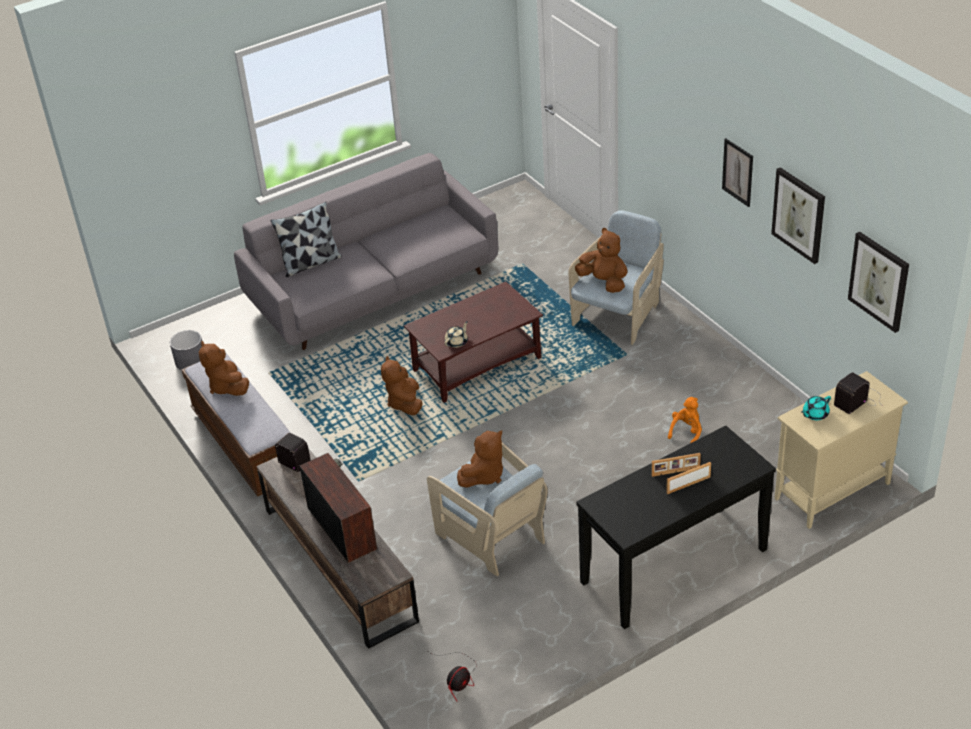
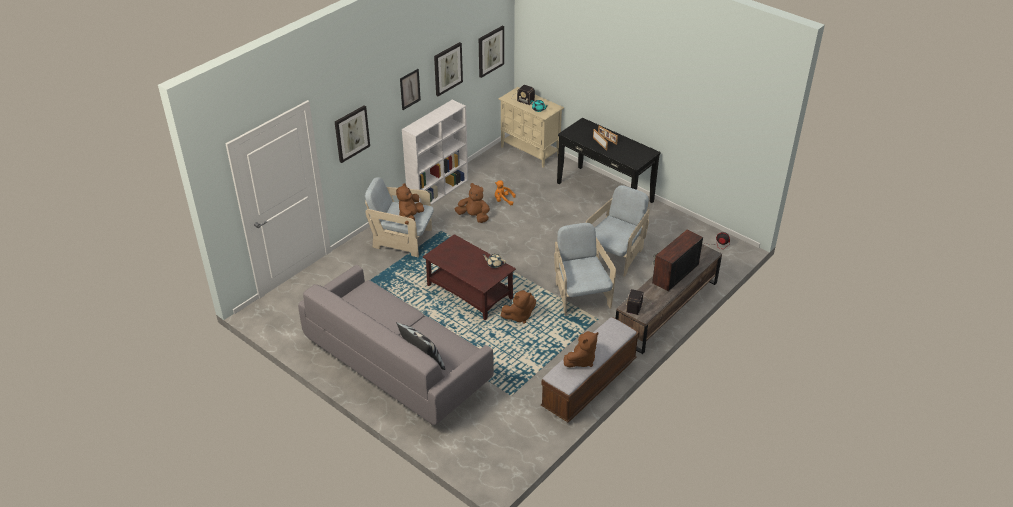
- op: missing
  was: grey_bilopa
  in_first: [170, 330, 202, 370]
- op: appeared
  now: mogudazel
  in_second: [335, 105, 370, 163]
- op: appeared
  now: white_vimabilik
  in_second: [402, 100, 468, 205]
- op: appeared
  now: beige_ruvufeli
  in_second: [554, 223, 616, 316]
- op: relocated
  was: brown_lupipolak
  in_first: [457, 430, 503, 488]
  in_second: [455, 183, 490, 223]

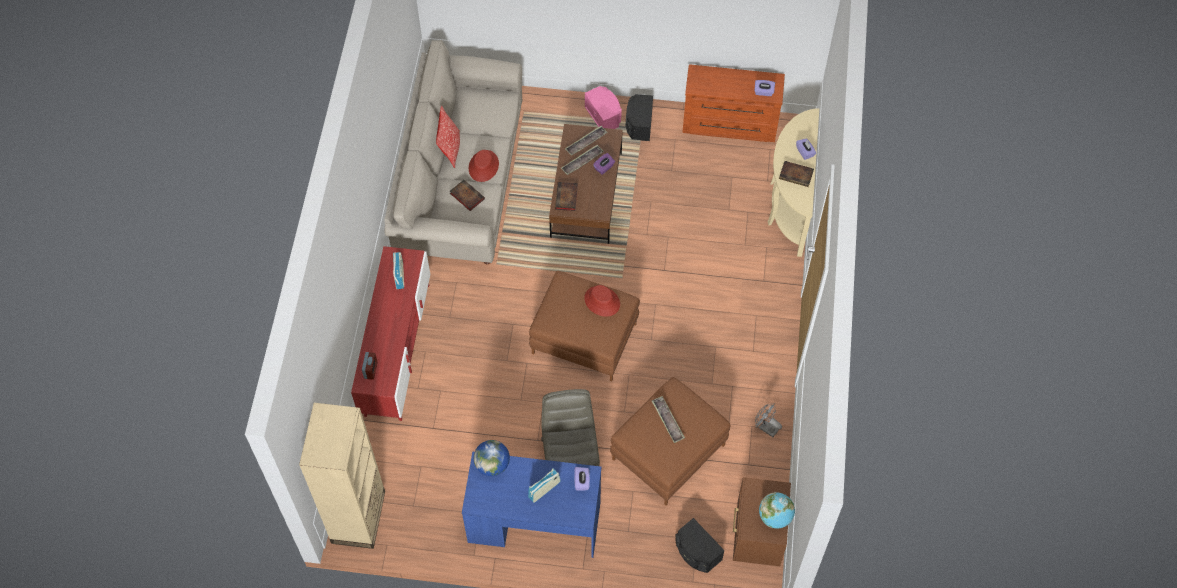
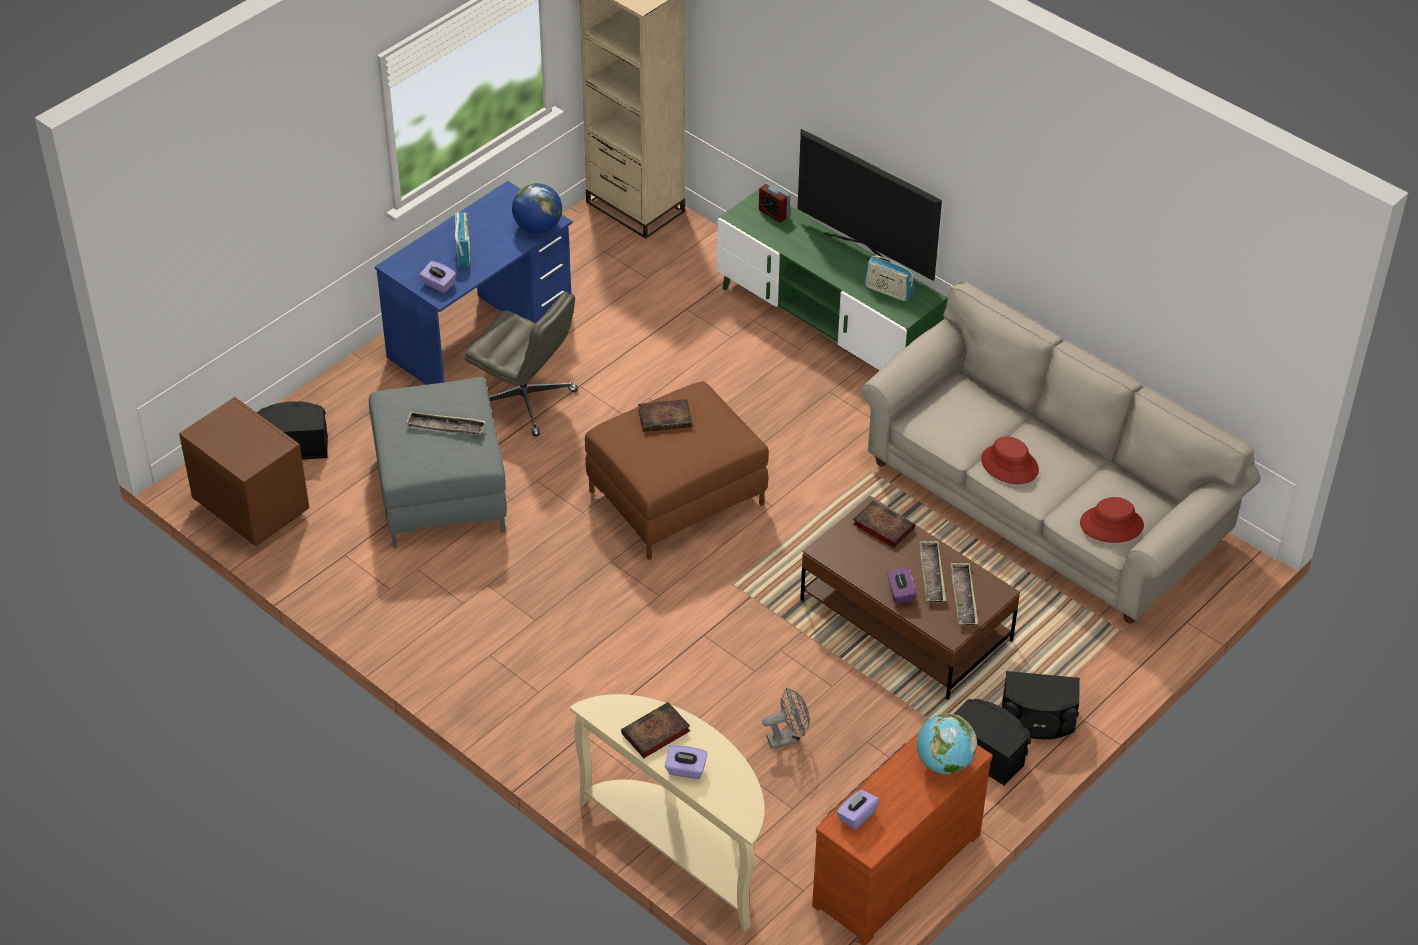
- op: missing
  was: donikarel
  in_first: [436, 106, 460, 168]
- op: appeared
  now: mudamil
  in_second: [797, 129, 942, 281]
- op: relocated
  was: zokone
  in_first: [450, 180, 485, 211]
  in_second: [638, 399, 692, 432]
- op: relocated
  was: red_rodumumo
  in_first: [584, 285, 620, 316]
  in_second: [1080, 497, 1144, 543]
- op: relocated
  was: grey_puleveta
  in_first: [755, 403, 782, 437]
  in_second: [763, 687, 810, 749]
- op: relocated
  was: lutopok
  in_first: [759, 492, 795, 529]
  in_second: [917, 713, 977, 775]
- op: colour
  was: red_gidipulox
  now: green_gidipulox
  in_first: [351, 246, 430, 421]
  in_second: [717, 189, 948, 370]
- op: colour
  was: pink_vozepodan
  now: black_vozepodan
  in_first: [585, 86, 622, 129]
  in_second: [1002, 671, 1080, 739]
- op: colour
  was: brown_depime
  now: grey_depime
  in_first: [610, 377, 731, 506]
  in_second: [369, 377, 507, 548]

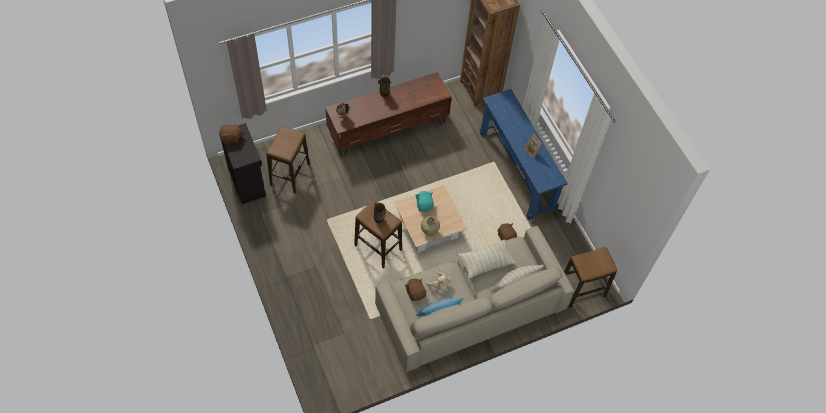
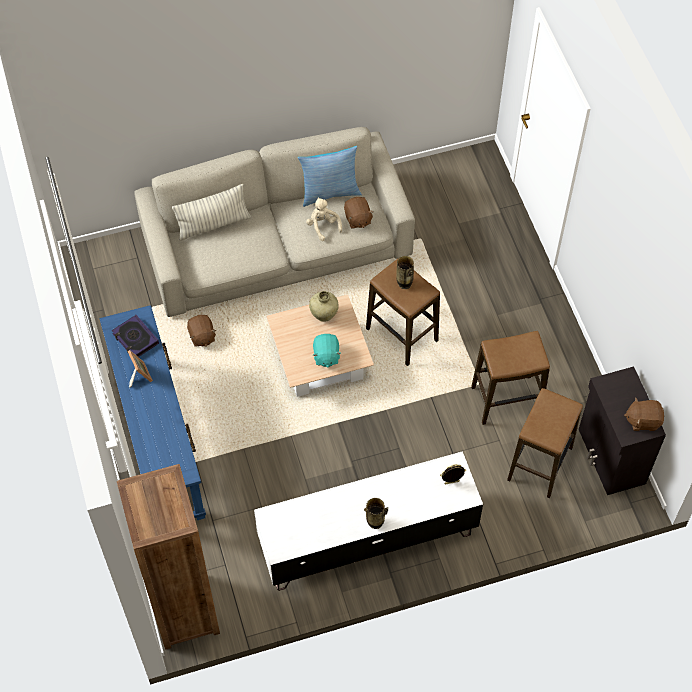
- op: missing
  was: donikarel
  in_first: [457, 239, 516, 279]
- op: appeared
  now: zokone
  in_second: [112, 315, 159, 357]
- op: relocated
  was: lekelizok
  in_first: [564, 247, 617, 308]
  in_second: [471, 331, 550, 425]
- op: colour
  was: brown_gidipulox
  now: white_gidipulox
  in_first: [325, 72, 452, 157]
  in_second: [254, 451, 483, 591]

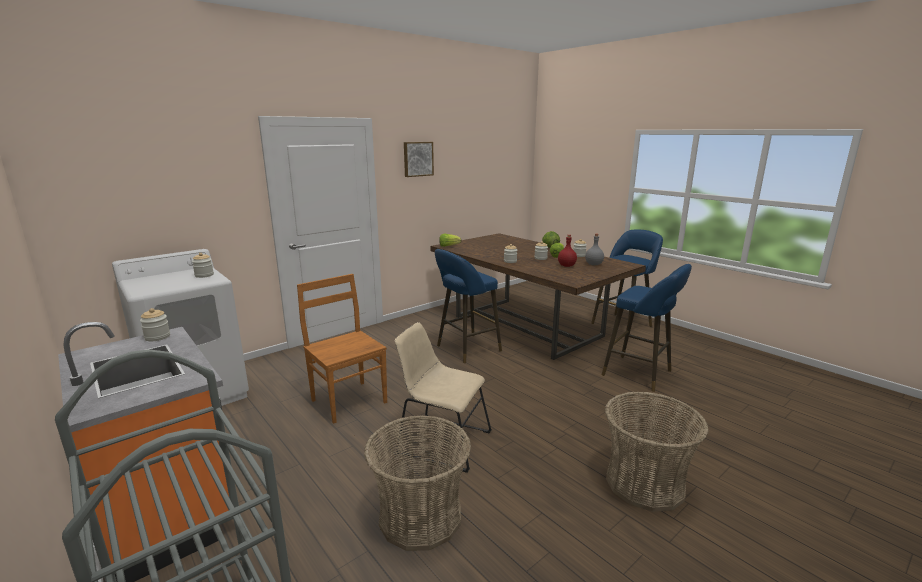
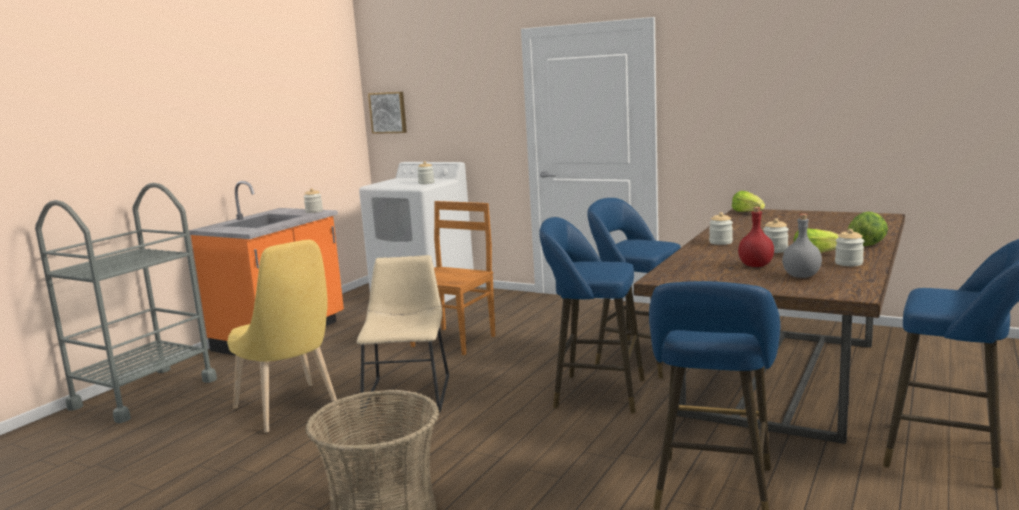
- op: appeared
  now: blue_lekelizok
  in_second: [539, 217, 645, 414]
- op: relocated
  was: mogudazel
  in_first: [404, 142, 434, 177]
  in_second: [368, 92, 407, 134]
- op: exchanged
  was: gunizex
  now: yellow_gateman
  in_first: [364, 415, 471, 551]
  in_second: [227, 240, 339, 433]

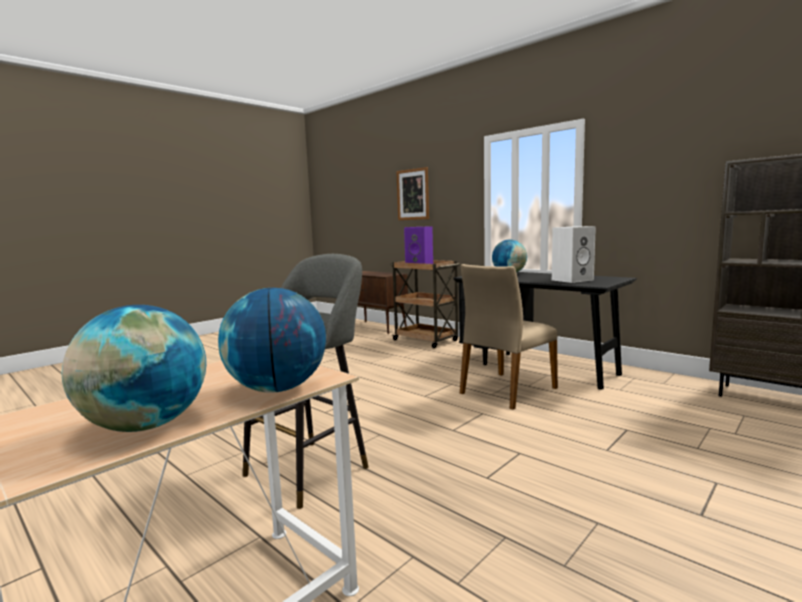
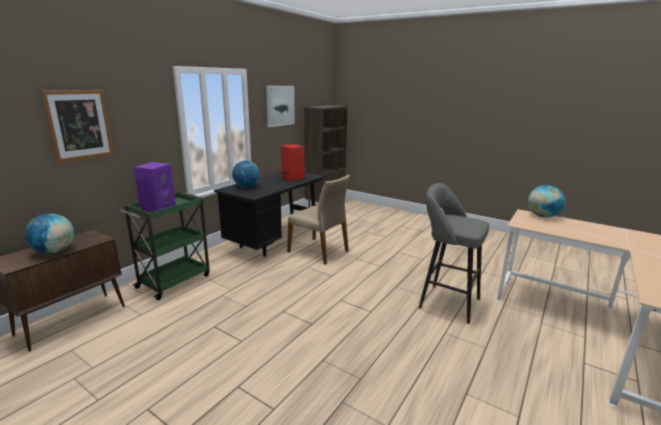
- op: appeared
  now: mogudazel
  in_second: [266, 86, 295, 127]
- op: relocated
  was: lutopok
  in_first: [61, 305, 206, 432]
  in_second: [25, 213, 74, 254]
- op: colour
  was: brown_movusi
  now: green_movusi
  in_first: [390, 260, 460, 348]
  in_second: [120, 192, 210, 300]
- op: colour
  was: white_vozepodan
  now: red_vozepodan
  in_first: [552, 226, 596, 283]
  in_second: [281, 144, 305, 181]

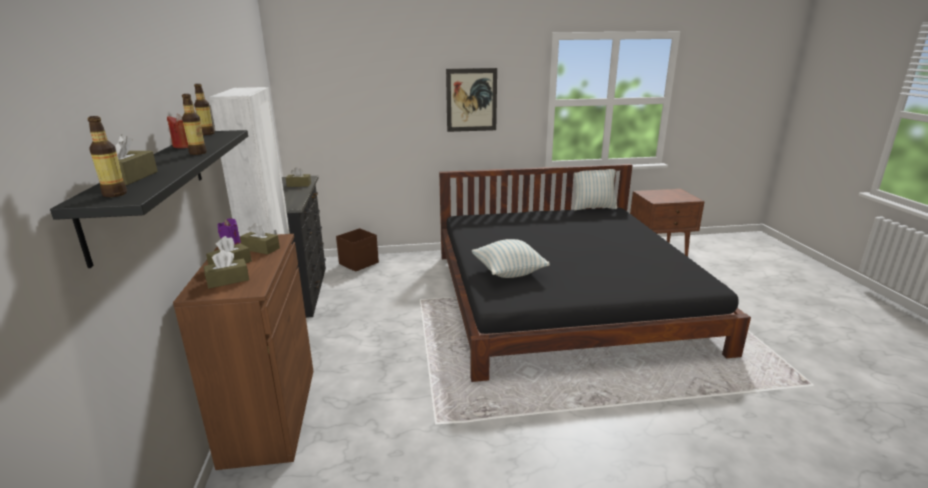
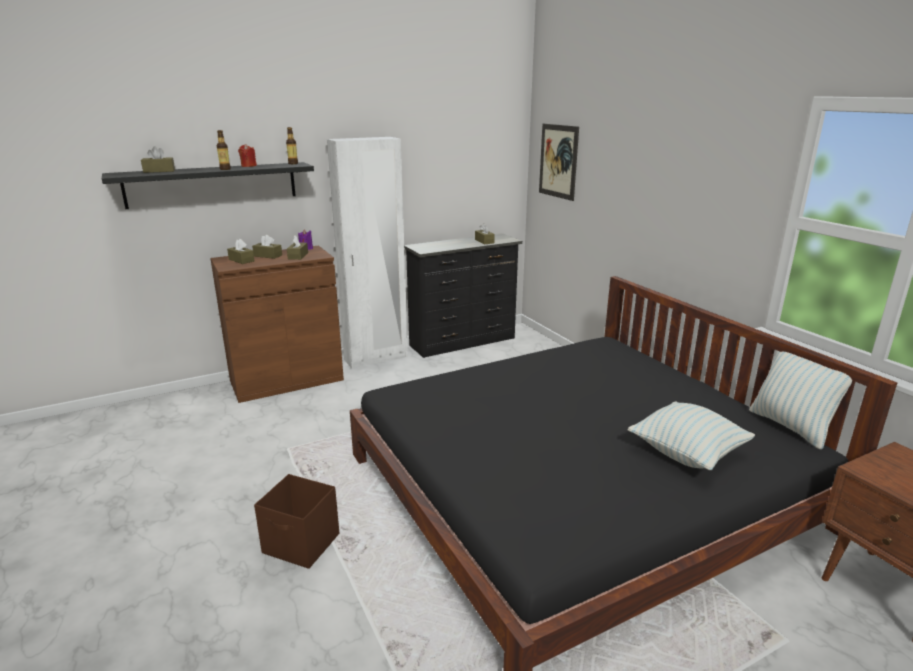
- op: missing
  was: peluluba
  in_first: [87, 116, 127, 197]
- op: relocated
  was: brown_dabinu
  in_first: [336, 228, 379, 272]
  in_second: [254, 474, 339, 569]
- op: relocated
  was: mogudazel
  in_first: [446, 68, 497, 132]
  in_second: [539, 124, 579, 201]
- op: relocated
  was: donikarel
  in_first: [472, 239, 550, 278]
  in_second: [628, 401, 755, 470]

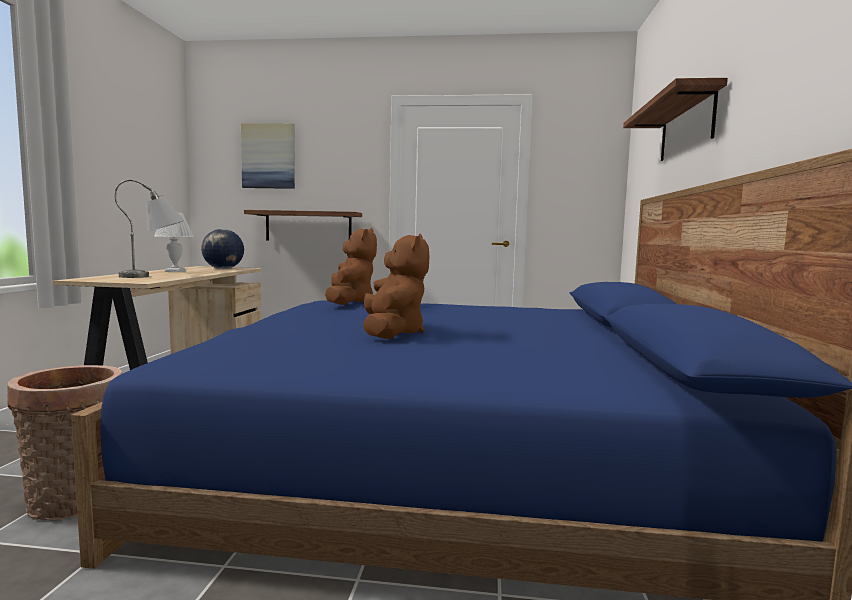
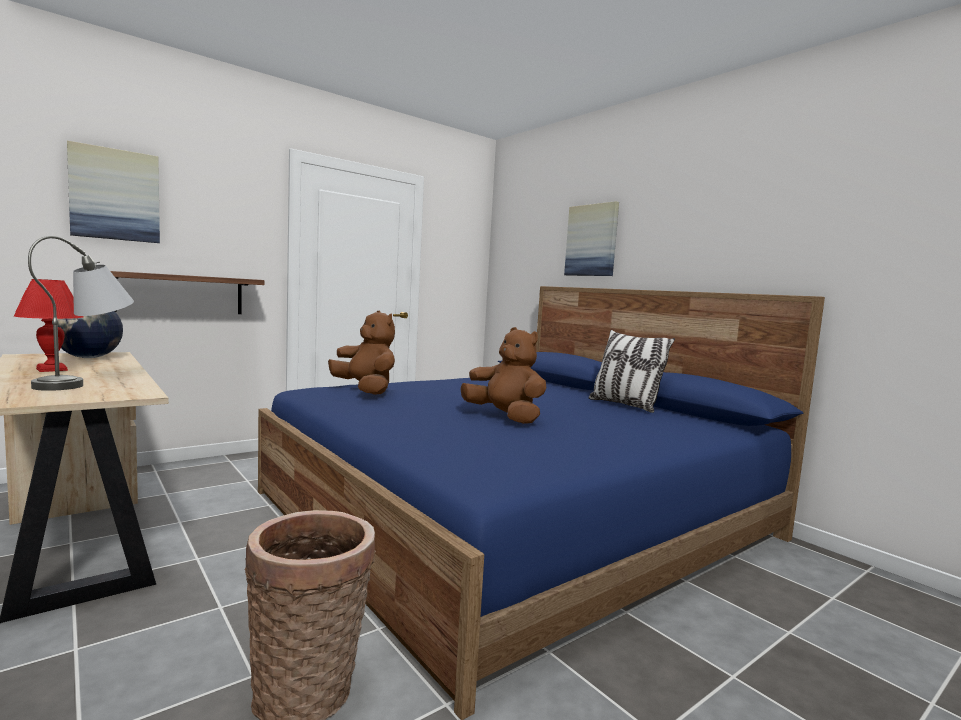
- op: appeared
  now: donikarel
  in_second: [589, 330, 675, 413]
- op: exchanged
  was: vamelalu
  now: mogudazel
  in_first: [623, 78, 728, 161]
  in_second: [564, 201, 619, 276]
- op: colour
  was: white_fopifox
  now: red_fopifox
  in_first: [154, 213, 194, 272]
  in_second: [14, 279, 84, 372]

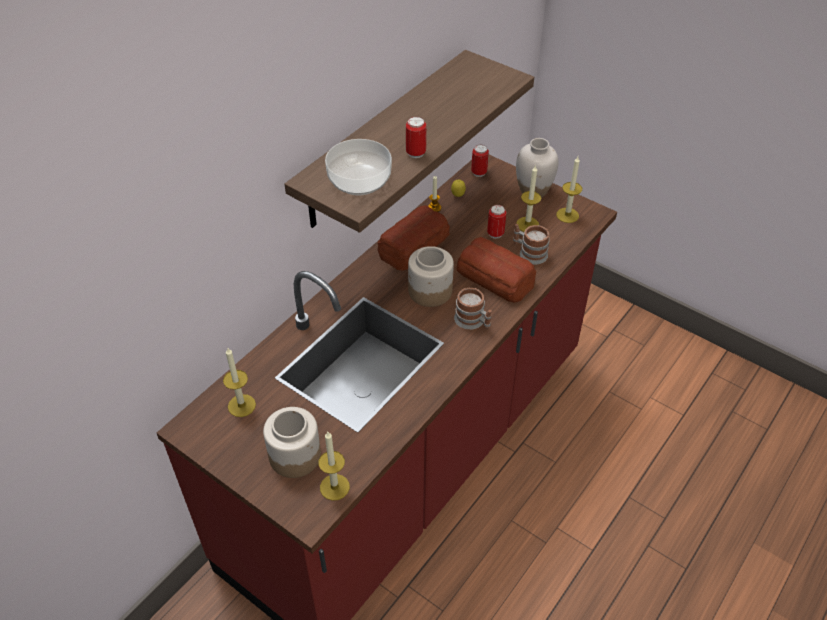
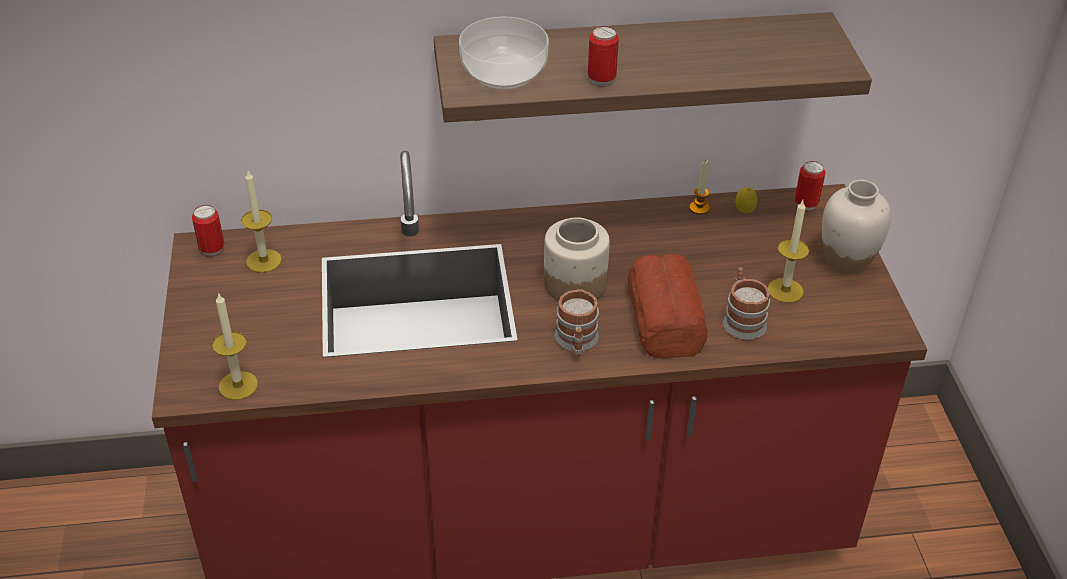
- op: missing
  was: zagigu
  in_first: [263, 407, 321, 478]
- op: missing
  was: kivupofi
  in_first: [378, 206, 450, 271]
- op: missing
  was: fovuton
  in_first: [556, 157, 582, 223]
- op: relocated
  was: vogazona
  in_first: [487, 205, 506, 239]
  in_second: [192, 205, 224, 256]

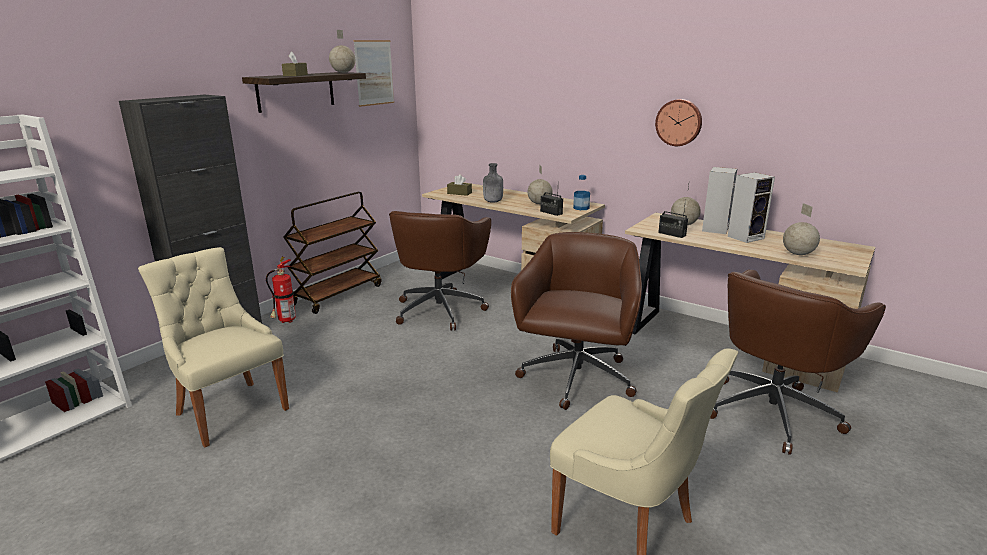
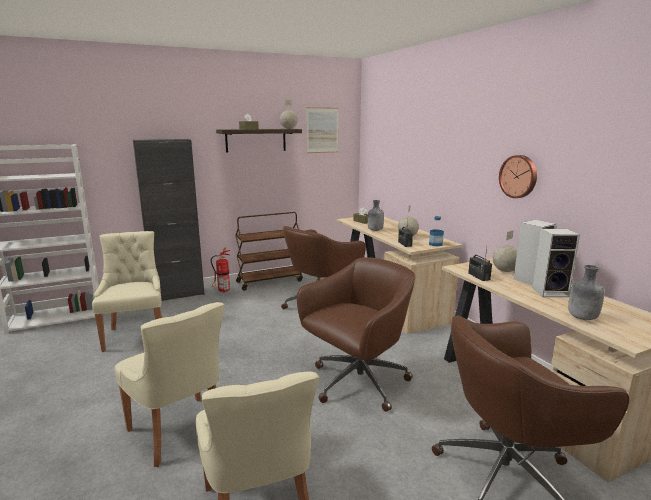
- op: appeared
  now: beige_gateman
  in_second: [115, 302, 225, 467]
- op: exchanged
  was: lutopok
  now: grey_peluluba
  in_first: [783, 203, 820, 255]
  in_second: [568, 265, 605, 320]

